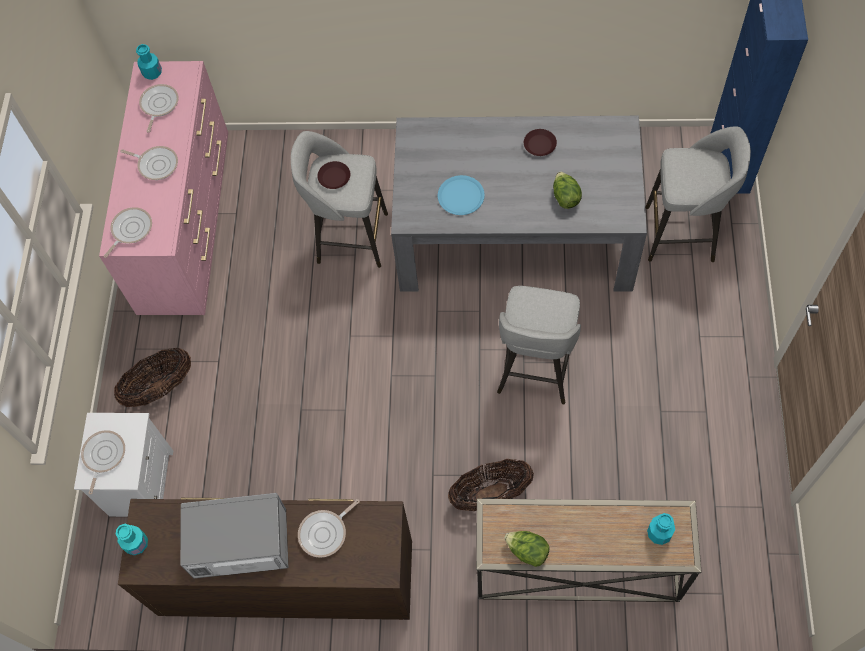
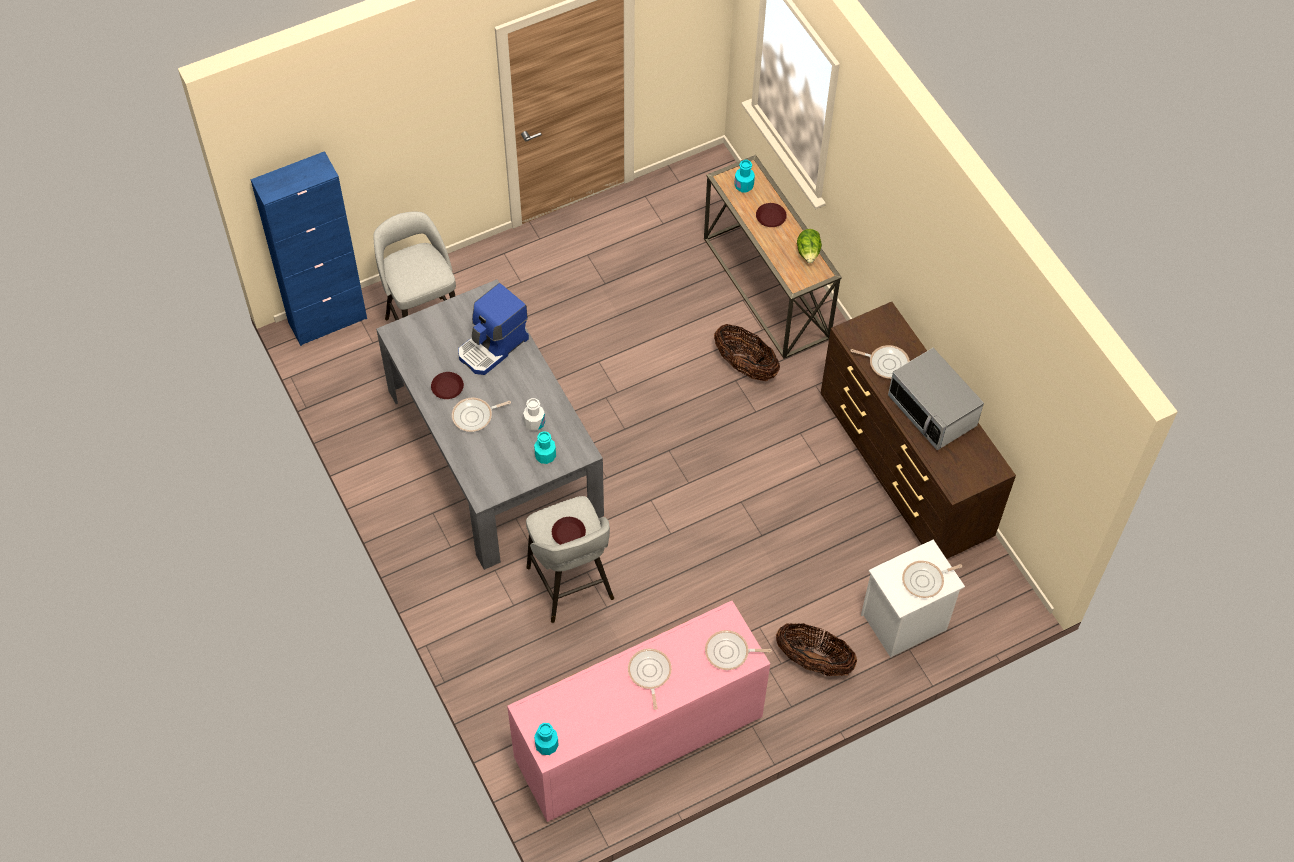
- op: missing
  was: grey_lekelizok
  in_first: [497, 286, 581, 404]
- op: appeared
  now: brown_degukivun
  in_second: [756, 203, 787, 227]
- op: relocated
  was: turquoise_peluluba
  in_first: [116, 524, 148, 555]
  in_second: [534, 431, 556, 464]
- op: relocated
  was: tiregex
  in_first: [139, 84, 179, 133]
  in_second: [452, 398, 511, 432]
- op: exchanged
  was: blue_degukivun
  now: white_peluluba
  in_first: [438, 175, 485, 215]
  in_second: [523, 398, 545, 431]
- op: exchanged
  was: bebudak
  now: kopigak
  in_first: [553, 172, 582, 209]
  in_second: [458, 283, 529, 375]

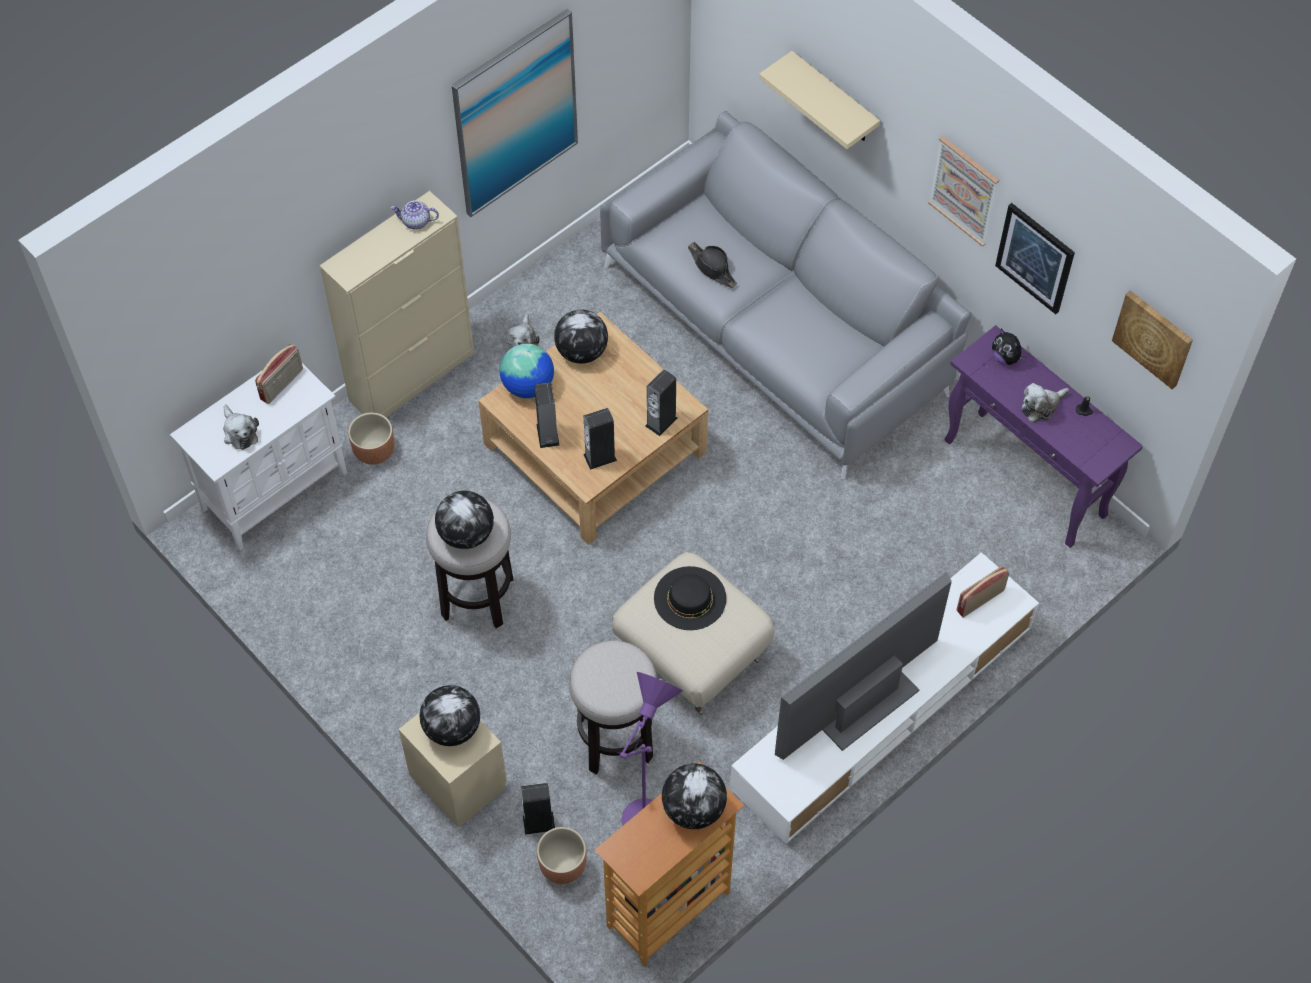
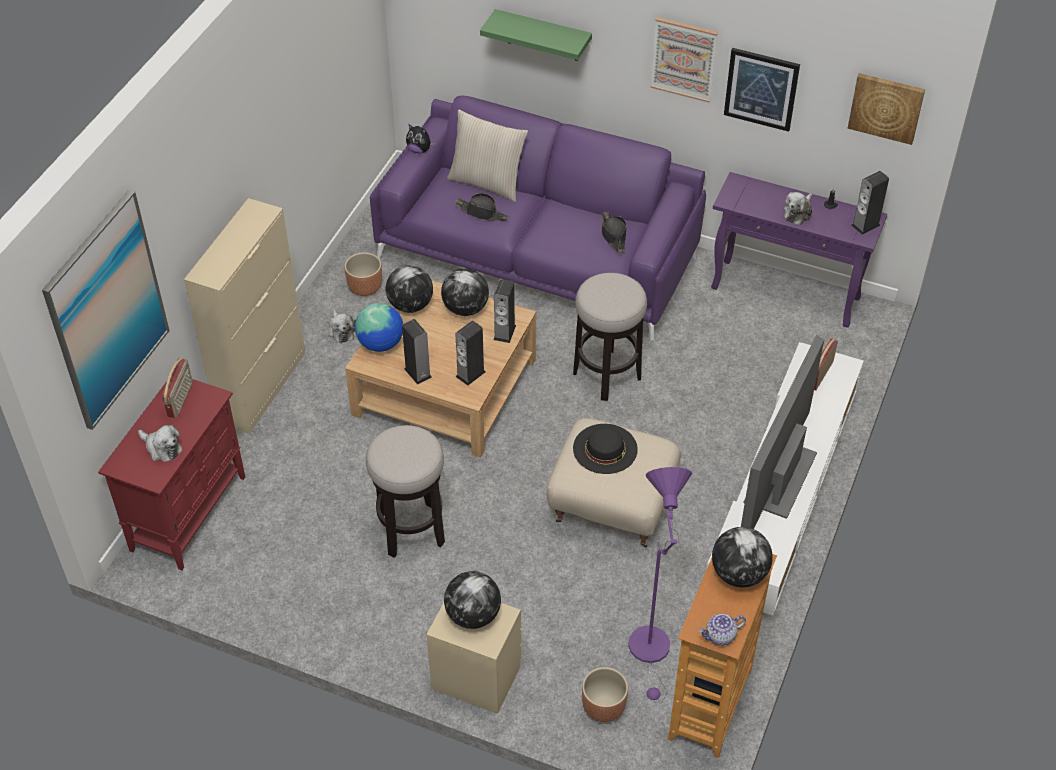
- op: appeared
  now: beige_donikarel
  in_second: [447, 110, 528, 202]
- op: appeared
  now: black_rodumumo
  in_second: [602, 211, 626, 253]
- op: relocated
  was: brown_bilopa
  in_first: [348, 412, 394, 465]
  in_second: [344, 252, 382, 296]
- op: relocated
  was: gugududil
  in_first: [391, 200, 439, 230]
  in_second: [698, 614, 746, 646]
- op: relocated
  was: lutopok
  in_first: [435, 491, 494, 549]
  in_second: [441, 268, 489, 316]
- op: relocated
  was: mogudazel
  in_first: [452, 9, 578, 217]
  in_second: [42, 190, 170, 430]
- op: relocated
  was: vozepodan
  in_first: [521, 783, 555, 835]
  in_second: [851, 171, 889, 235]
- op: relocated
  was: lekelizok
  in_first: [569, 641, 657, 775]
  in_second: [573, 273, 647, 401]
- op: relocated
  was: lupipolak
  in_first: [992, 329, 1026, 365]
  in_second: [406, 124, 435, 153]
- op: colour
  was: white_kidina
  now: red_kidina
  in_first: [170, 363, 347, 550]
  in_second: [98, 379, 245, 570]
- op: colour
  was: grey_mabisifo
  now: purple_mabisifo
  in_first: [600, 111, 972, 479]
  in_second: [370, 96, 706, 341]
- op: colour
  was: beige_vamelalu
  now: green_vamelalu
  in_first: [759, 51, 880, 149]
  in_second: [480, 9, 592, 61]

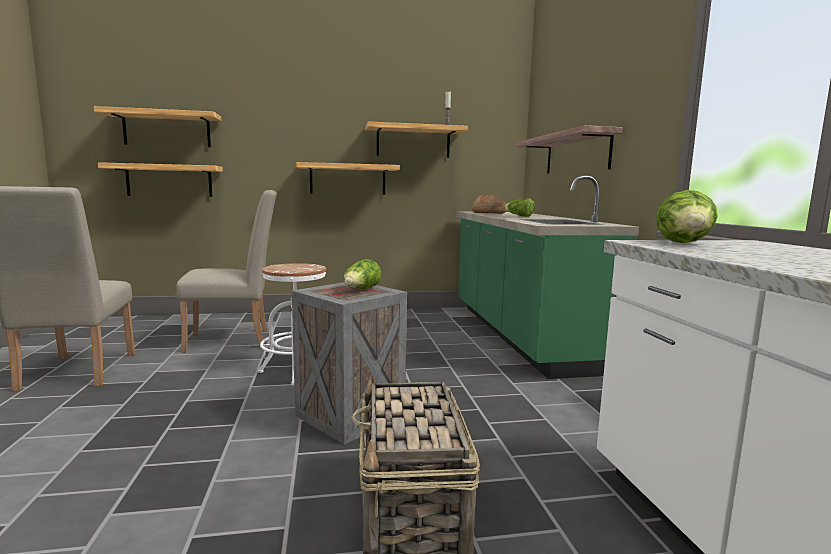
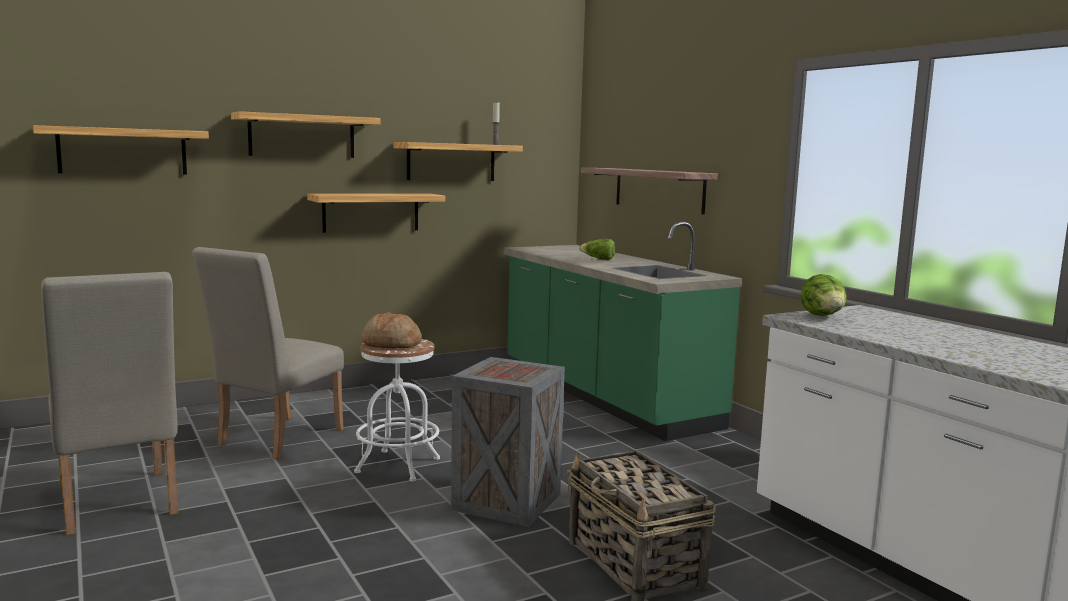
- op: missing
  was: bebudak
  in_first: [344, 259, 381, 289]
- op: relocated
  was: vamelalu
  in_first: [98, 162, 223, 197]
  in_second: [231, 111, 380, 158]
- op: relocated
  was: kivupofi
  in_first: [472, 195, 506, 214]
  in_second: [361, 312, 421, 348]
- op: spun
  was: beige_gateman
  in_first: [177, 190, 277, 353]
  in_second: [192, 247, 344, 459]
  clockwise: 150

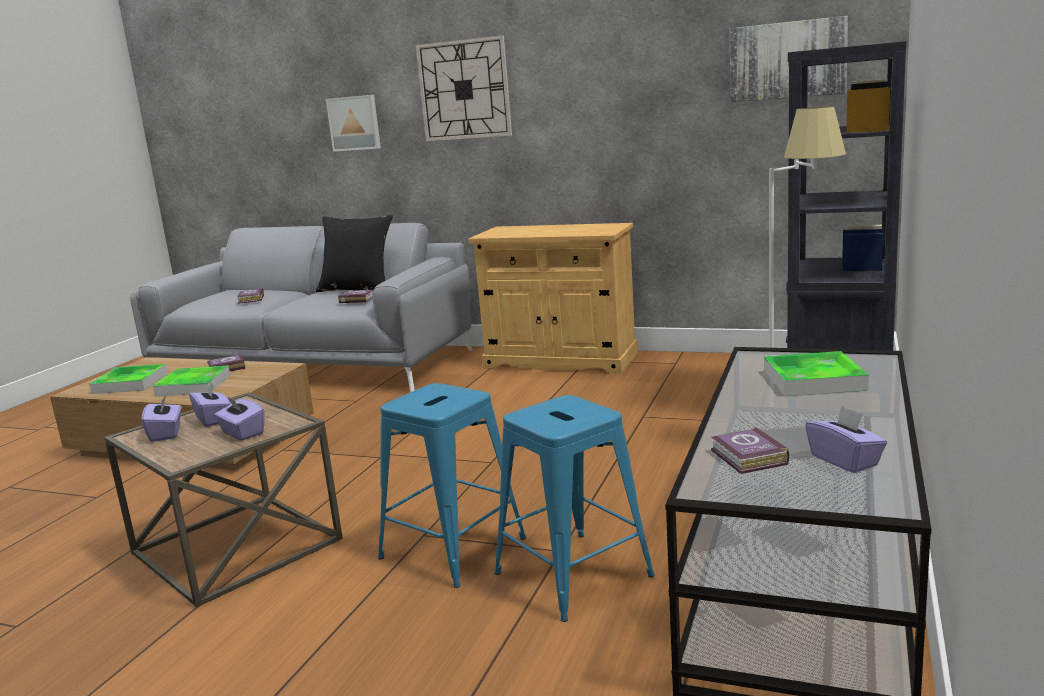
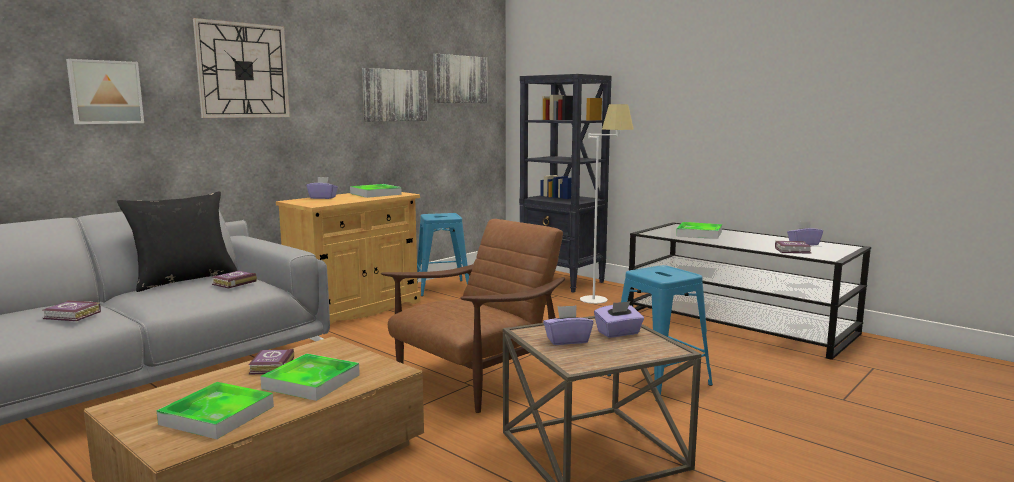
- op: appeared
  now: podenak
  in_second: [350, 184, 402, 198]
- op: appeared
  now: mogudazel
  in_second: [362, 68, 428, 122]
- op: appeared
  now: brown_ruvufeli
  in_second: [381, 219, 565, 413]
- op: relocated
  was: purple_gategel
  in_first: [142, 393, 181, 442]
  in_second: [307, 177, 338, 199]
- op: relocated
  was: blue_lekelizok
  in_first: [495, 395, 654, 622]
  in_second: [417, 213, 469, 296]

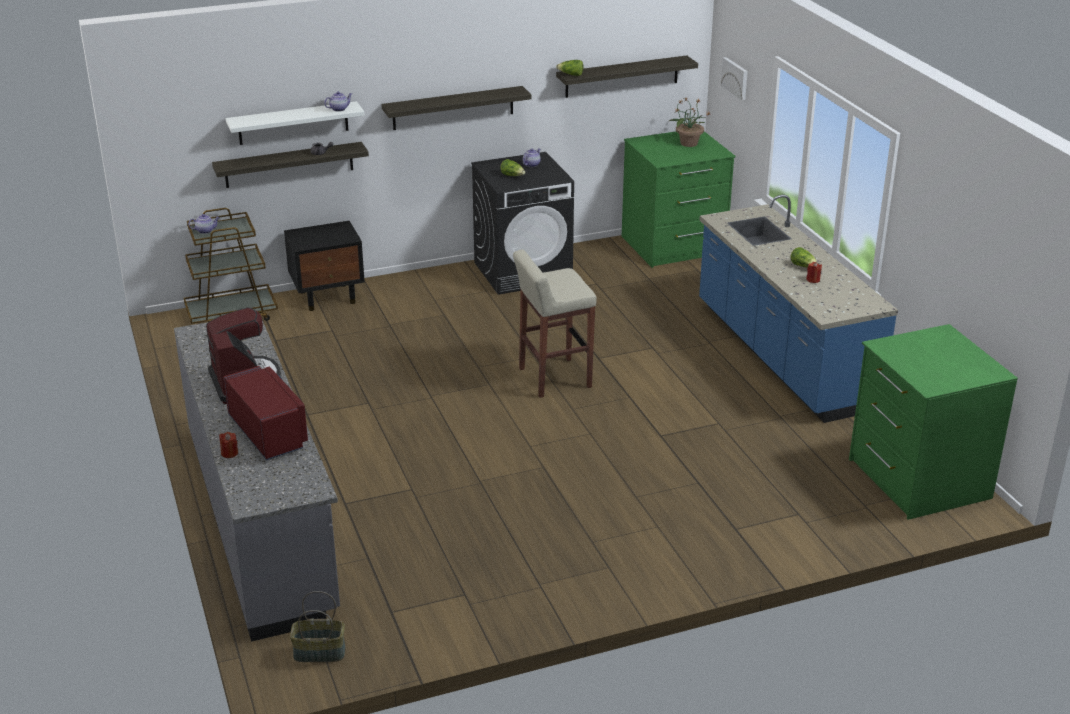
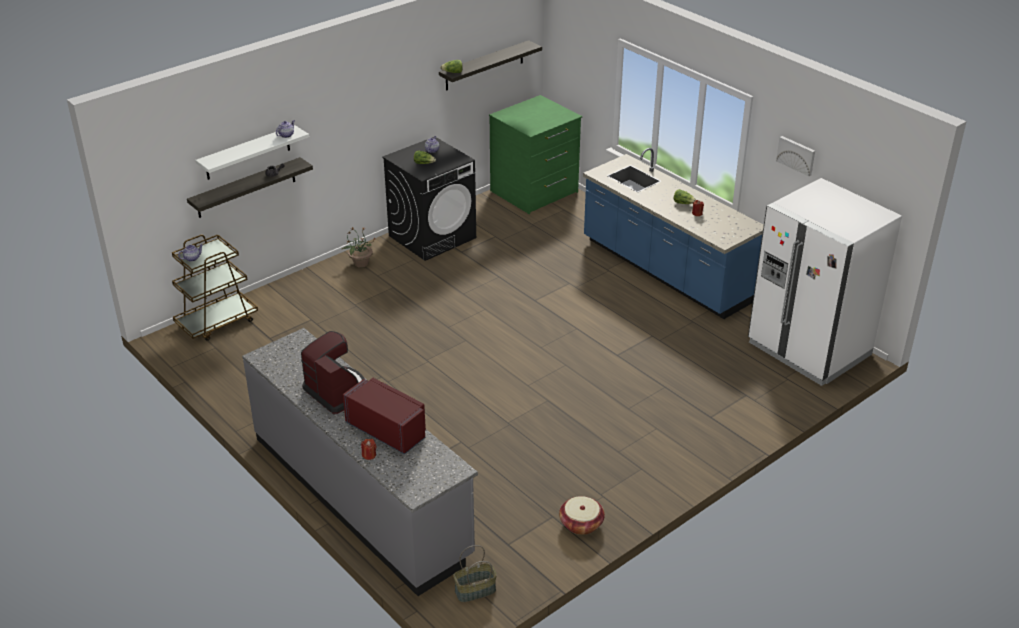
- op: missing
  was: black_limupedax
  in_first: [284, 221, 365, 311]
- op: missing
  was: vamelalu
  in_first: [381, 86, 531, 130]
- op: missing
  was: beige_lekelizok
  in_first: [513, 249, 597, 398]
- op: appeared
  now: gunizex
  in_second: [559, 496, 605, 535]
- op: relocated
  was: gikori
  in_first: [669, 97, 710, 147]
  in_second: [342, 227, 375, 268]
- op: relocated
  was: mogudazel
  in_first: [721, 57, 748, 100]
  in_second: [776, 136, 815, 176]
- op: exchanged
  was: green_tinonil
  now: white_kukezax
  in_first: [849, 324, 1018, 520]
  in_second: [748, 178, 902, 386]

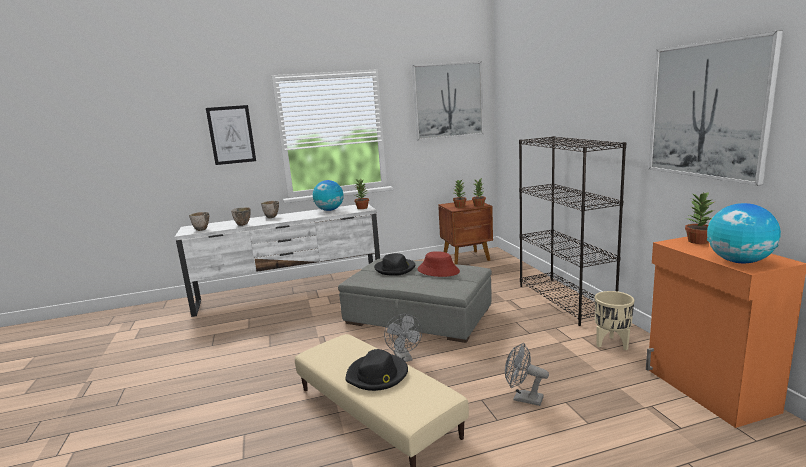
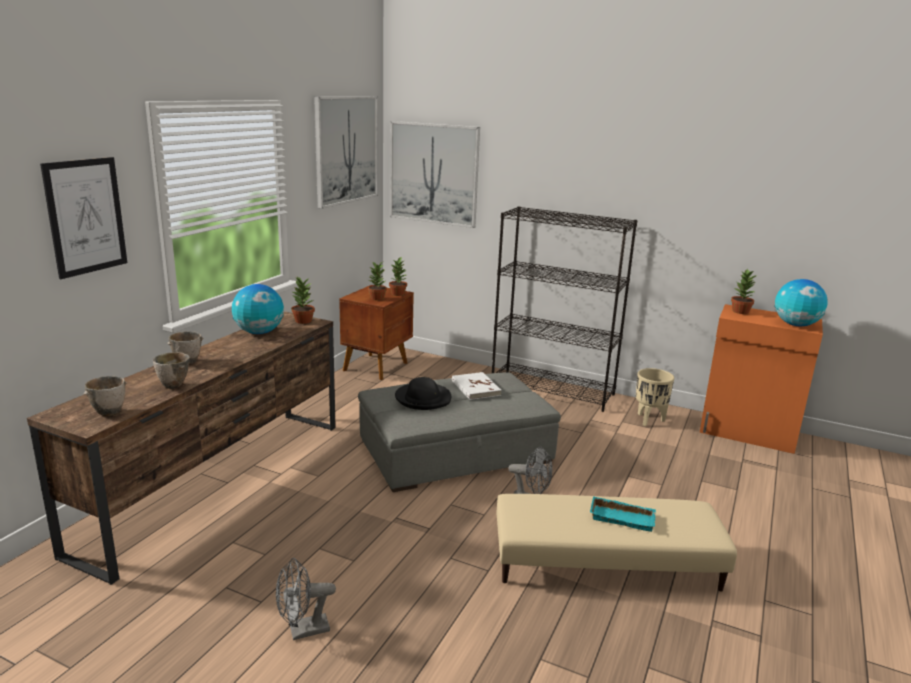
- op: relocated
  was: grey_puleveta
  in_first: [505, 343, 549, 406]
  in_second: [276, 558, 336, 640]
- op: relocated
  was: mogudazel
  in_first: [649, 30, 783, 186]
  in_second: [390, 121, 480, 228]
- op: exchanged
  was: black_rodumumo
  now: turquoise_podenak
  in_first: [345, 349, 408, 391]
  in_second: [590, 496, 656, 532]
- op: exchanged
  was: red_rodumumo
  now: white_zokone
  in_first: [417, 251, 460, 277]
  in_second: [452, 372, 502, 400]
- op: colour
  was: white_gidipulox
  now: brown_gidipulox
  in_first: [175, 204, 380, 317]
  in_second: [27, 312, 336, 585]

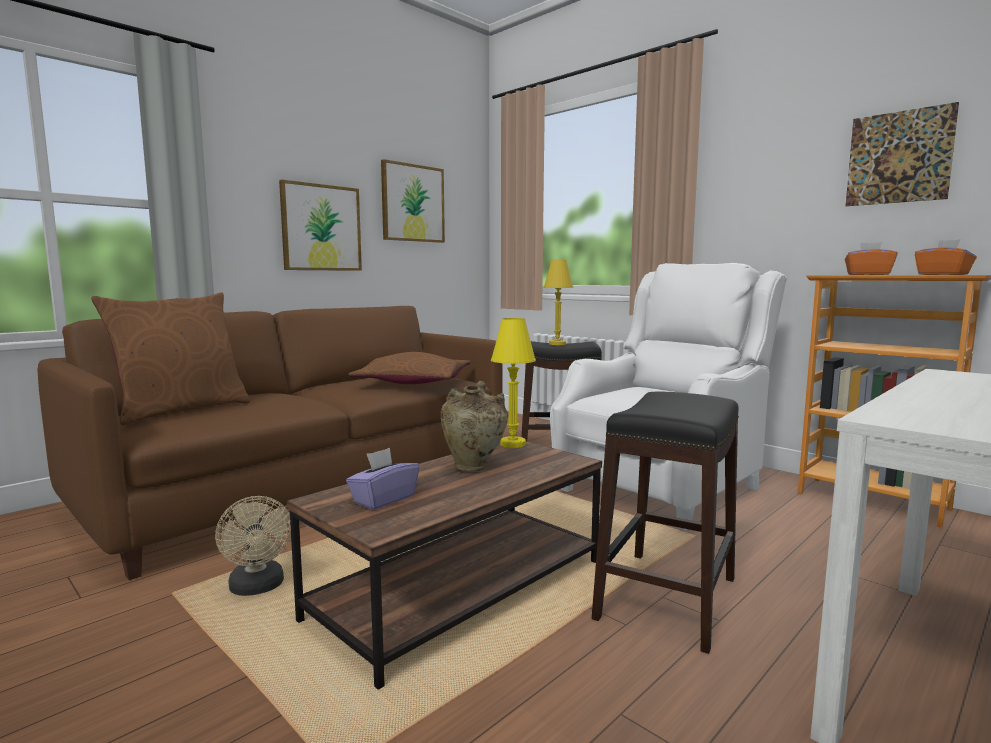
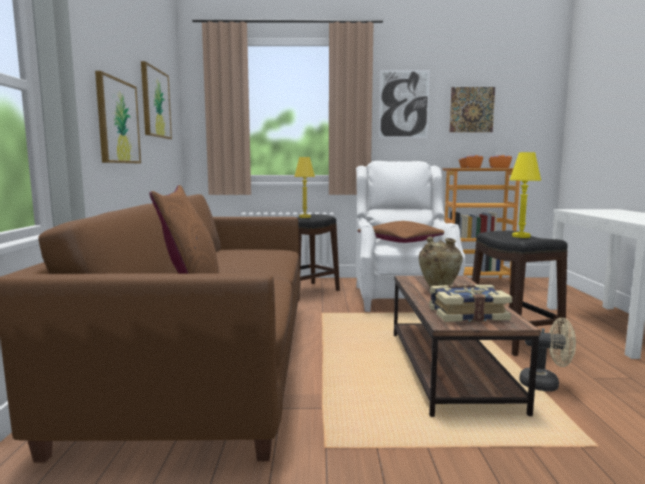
- op: appeared
  now: mogudazel
  in_second: [379, 70, 430, 138]
- op: relocated
  was: beige_puleveta
  in_first: [215, 496, 291, 596]
  in_second: [519, 318, 576, 391]
- op: relocated
  was: brown_donikarel
  in_first: [349, 352, 470, 384]
  in_second: [357, 221, 444, 243]
- op: relocated
  was: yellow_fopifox
  in_first: [491, 318, 536, 448]
  in_second: [509, 152, 541, 238]
- op: exchanged
  was: purple_gategel
  now: zokone
  in_first: [346, 448, 420, 510]
  in_second: [429, 284, 512, 322]

